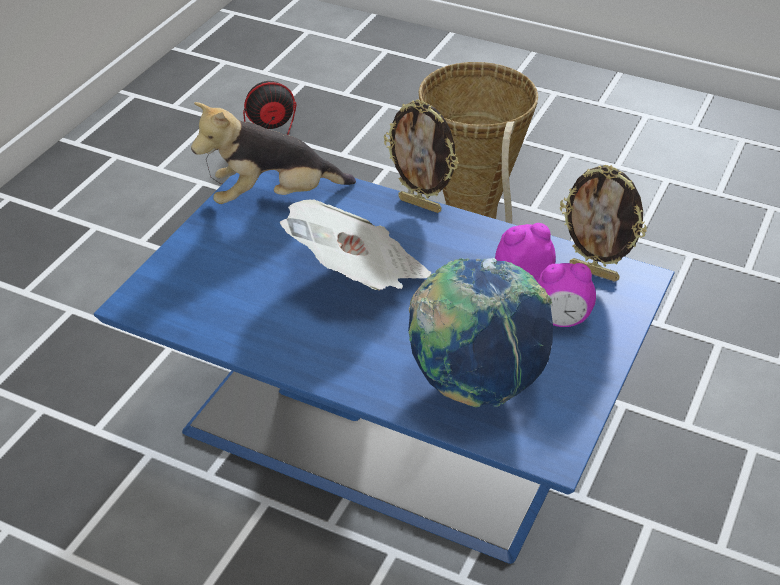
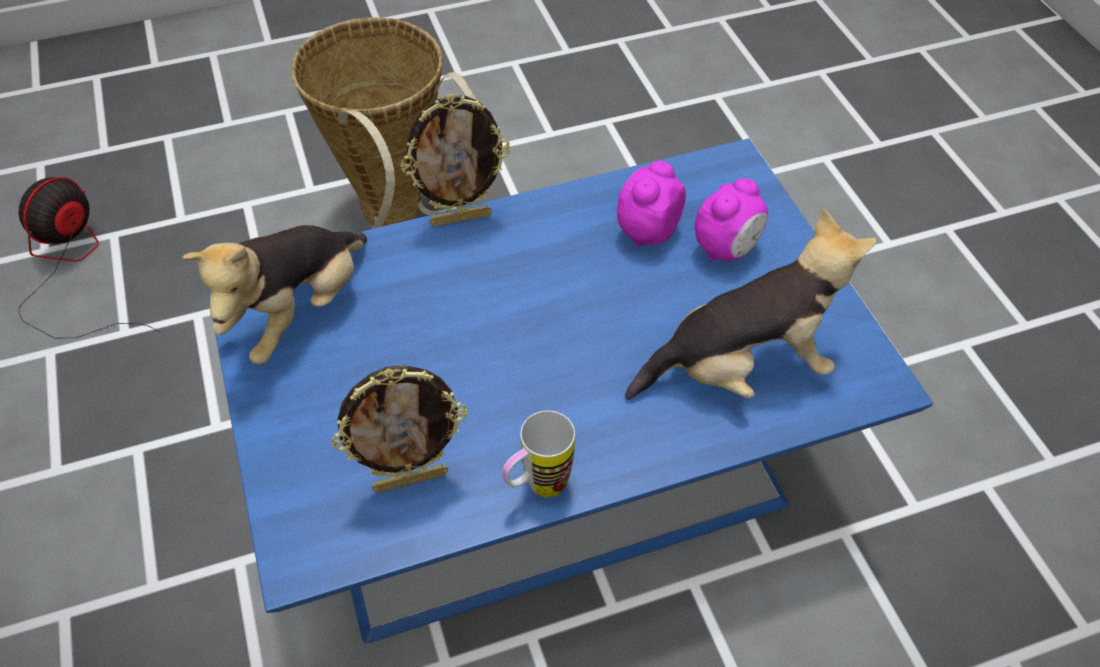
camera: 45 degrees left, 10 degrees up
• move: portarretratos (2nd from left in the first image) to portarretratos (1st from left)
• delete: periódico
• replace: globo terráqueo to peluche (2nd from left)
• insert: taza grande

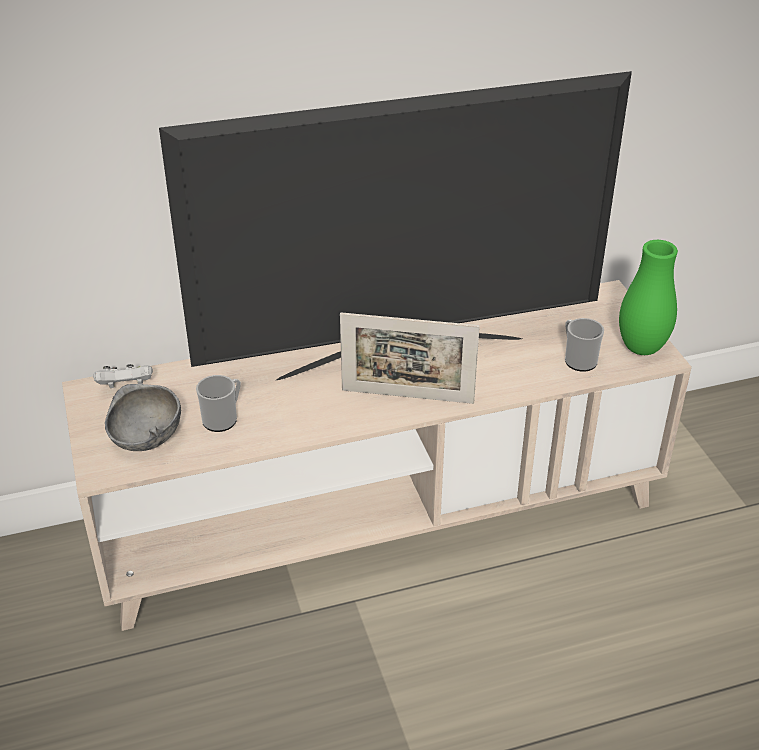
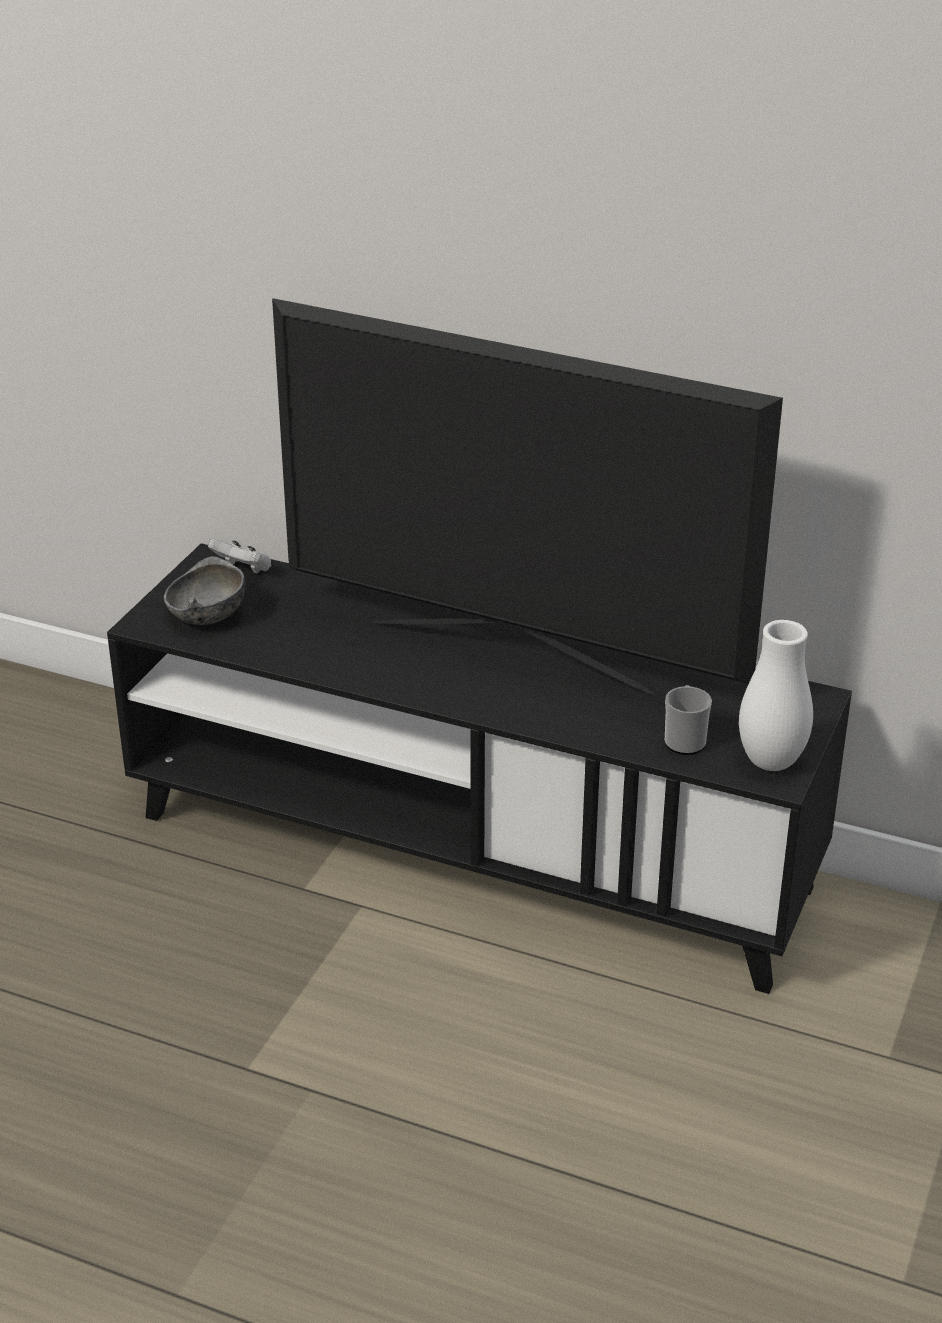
camera: 40 degrees right, 5 degrees down
• recolor: florero [verde] to florero [blanco]
• recolor: mueble de televisión [beis] to mueble de televisión [negro]
• delete: portarretratos
• delete: taza grande (1st from left)

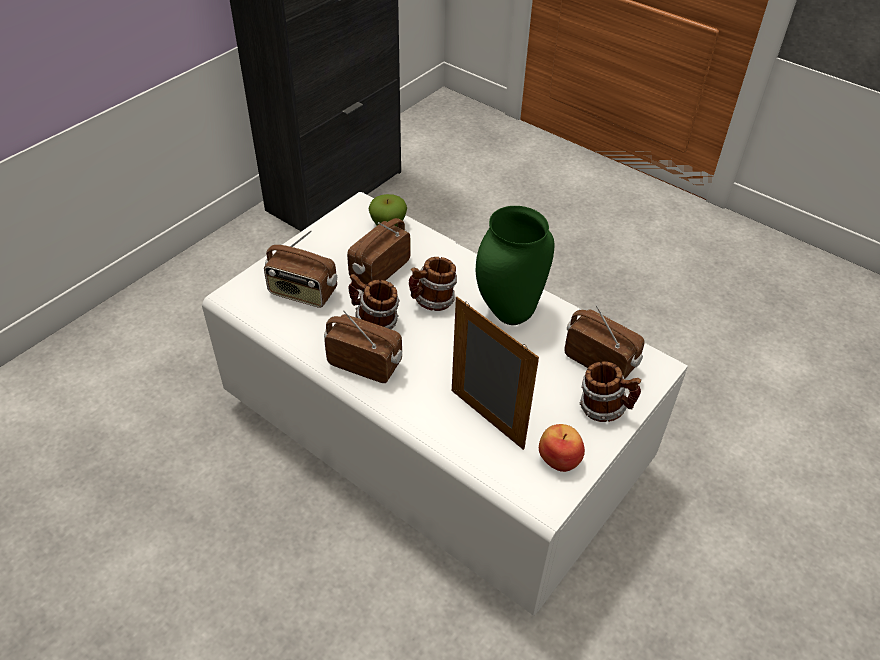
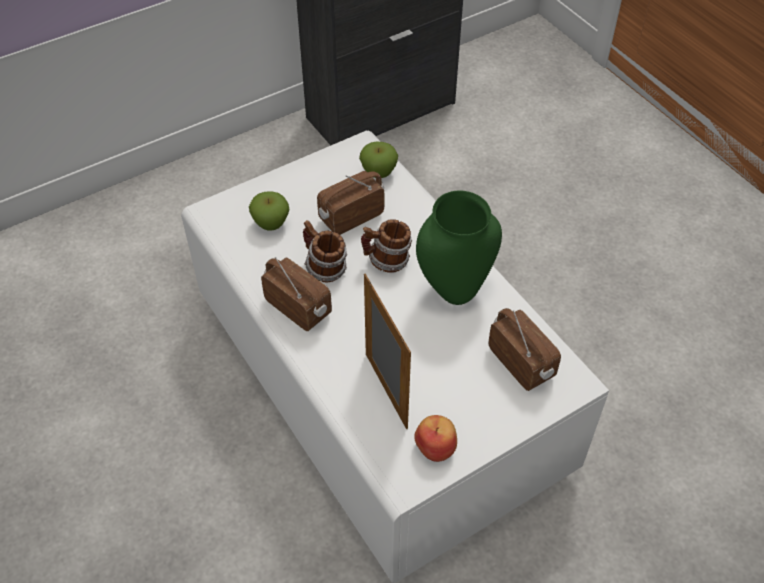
camera: 20 degrees right, 5 degrees up
• replace: radio (1st from left) to manzana (1st from left)
• delete: taza grande (3rd from left)

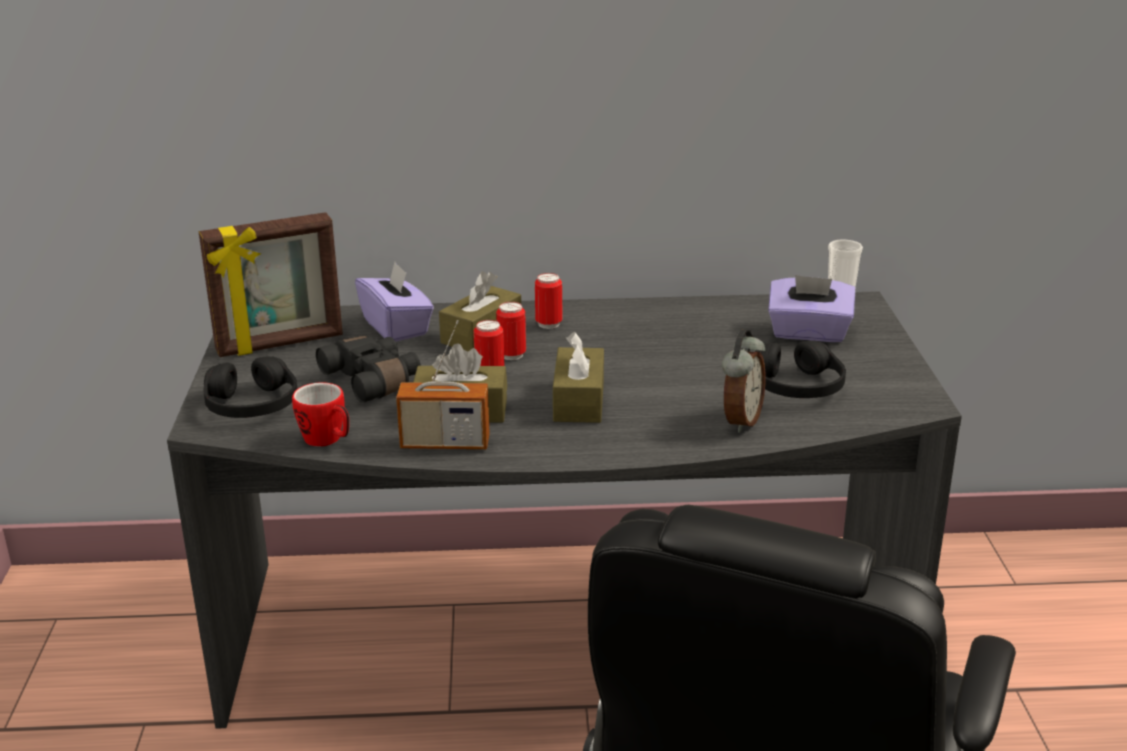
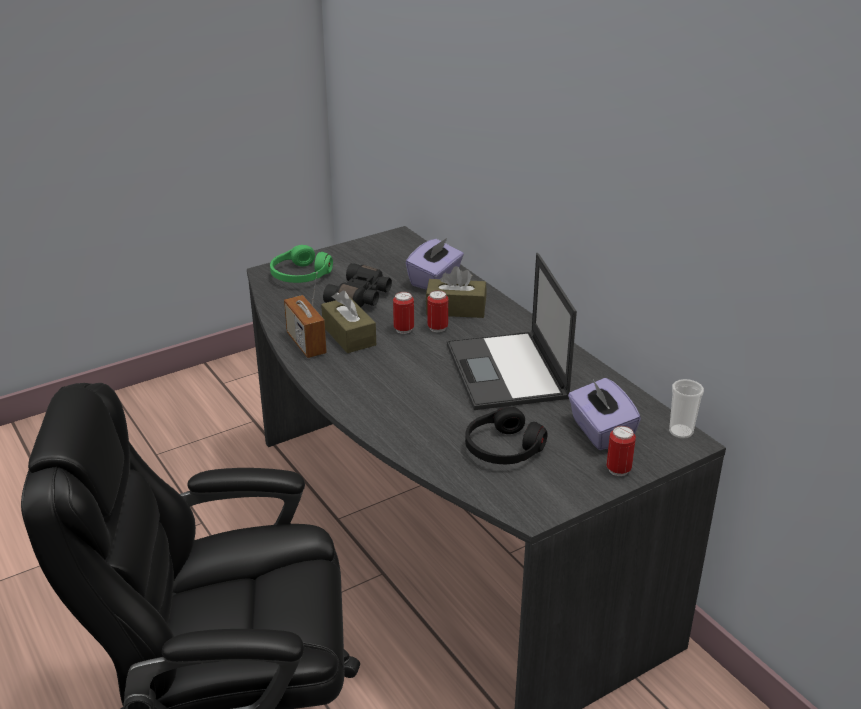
camera: 60 degrees right, 5 degrees up
• delete: portarretratos
• move: lata (3rd from left)
• delete: despertador
• delete: caja de pañuelos [marrón] (3rd from left)
• recolor: auriculares [negro] (1st from left) to auriculares [verde]
• delete: taza grande
• insert: portátil

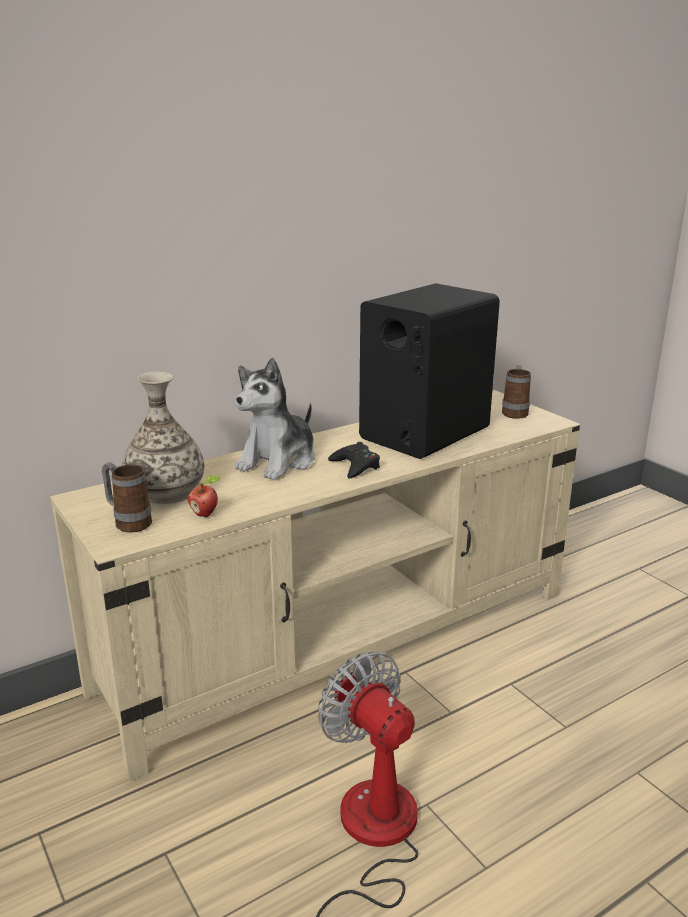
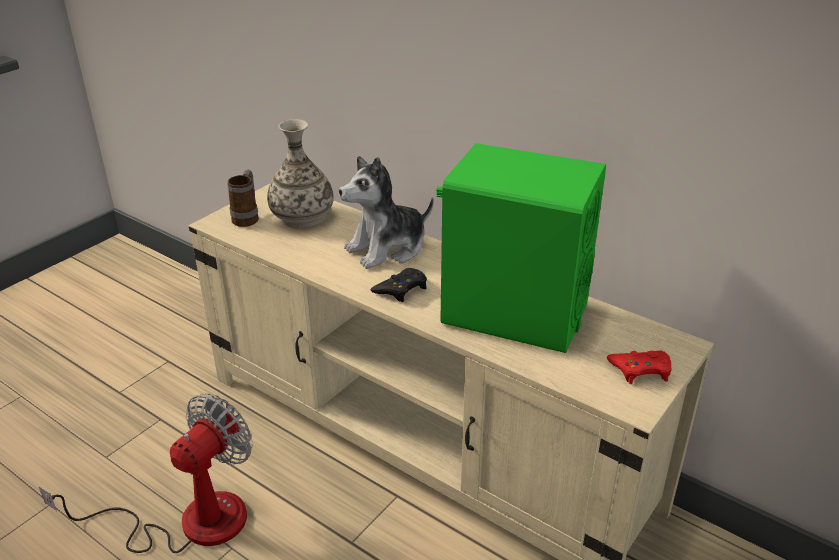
camera: 70 degrees right, 10 degrees up
• recolor: altavoz [negro] to altavoz [verde]
• rotate: peluche 45 degrees counterclockwise
• replace: taza grande (2nd from left) to mando de consola [rojo]
• delete: manzana

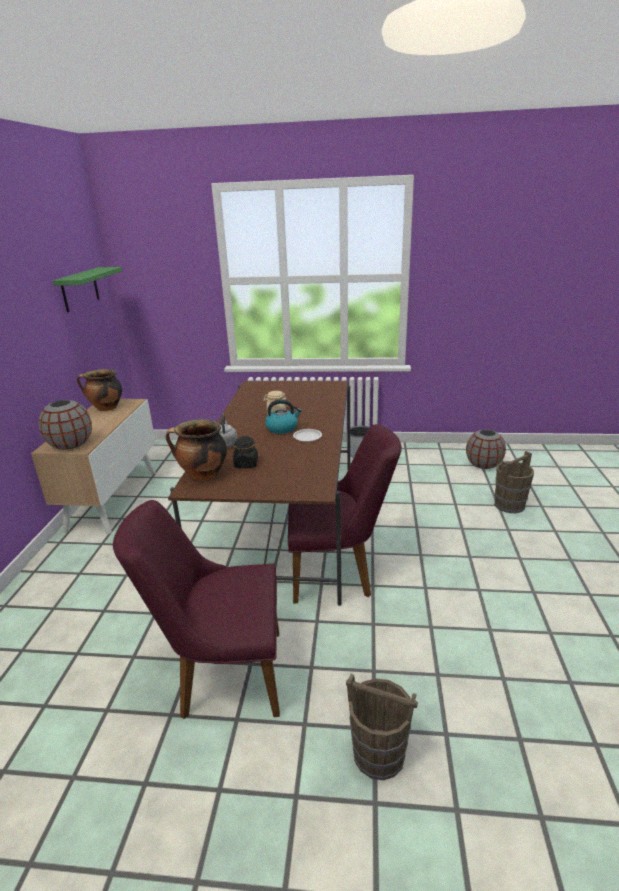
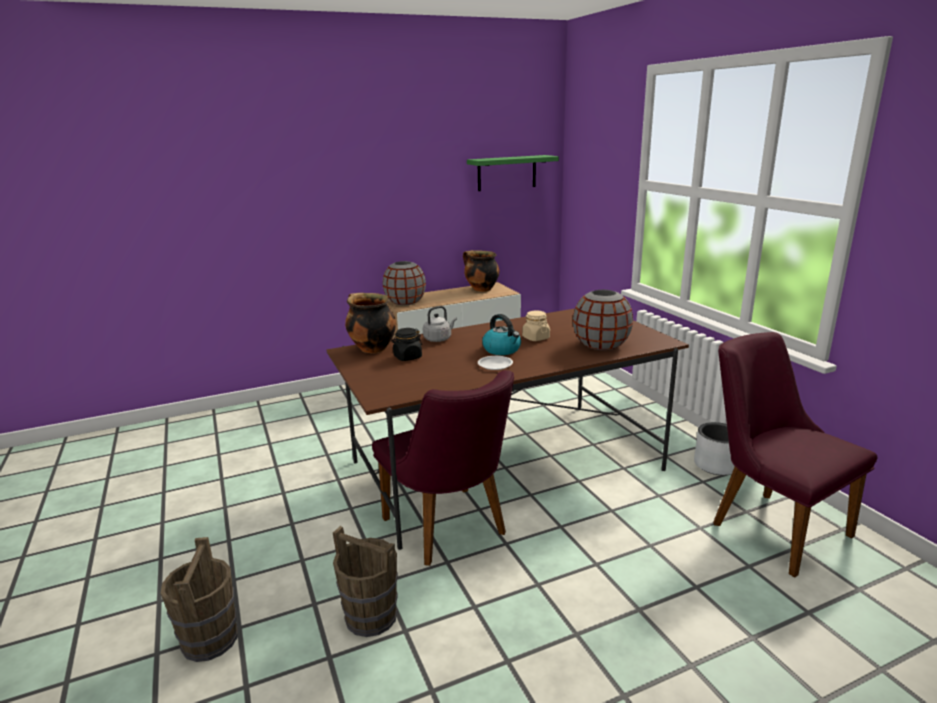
camera: 60 degrees right, 5 degrees down
• move: florero [gris] (2nd from left)
• move: cubo [marrón] (2nd from left)
• move: silla [morado] (1st from left in the first image) to silla [morado] (2nd from left)

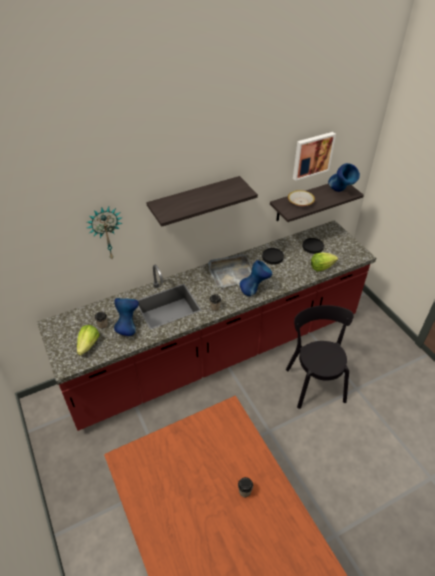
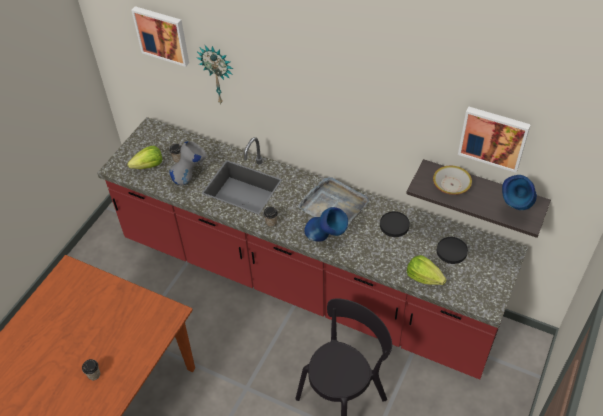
camera: 55 degrees right, 5 degrees up
• delete: estante (1st from left)
• recolor: florero [azul] (1st from left) to florero [gris]
• insert: cuadro (1st from left)

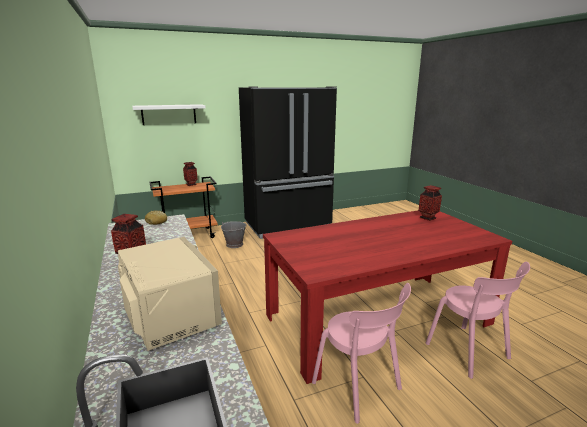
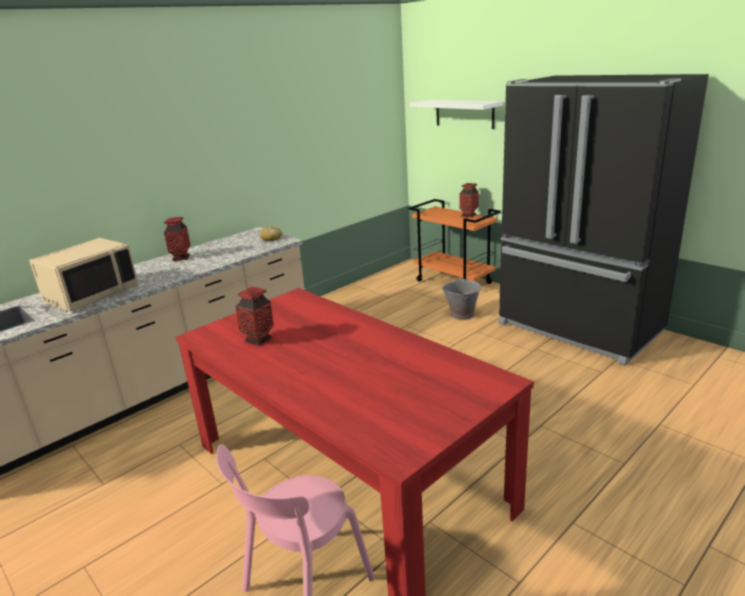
camera: 70 degrees right, 5 degrees up
• move: florero (3rd from left in the first image) to florero (2nd from left)
• delete: silla [rosa] (1st from left)

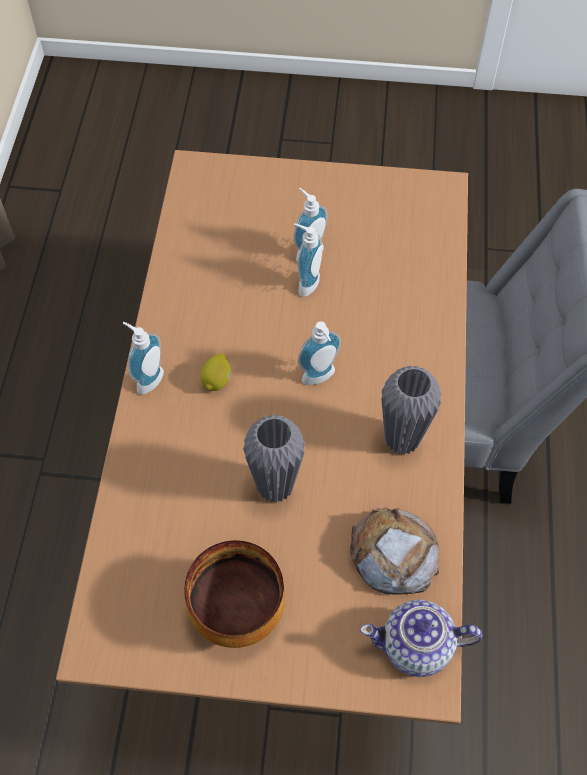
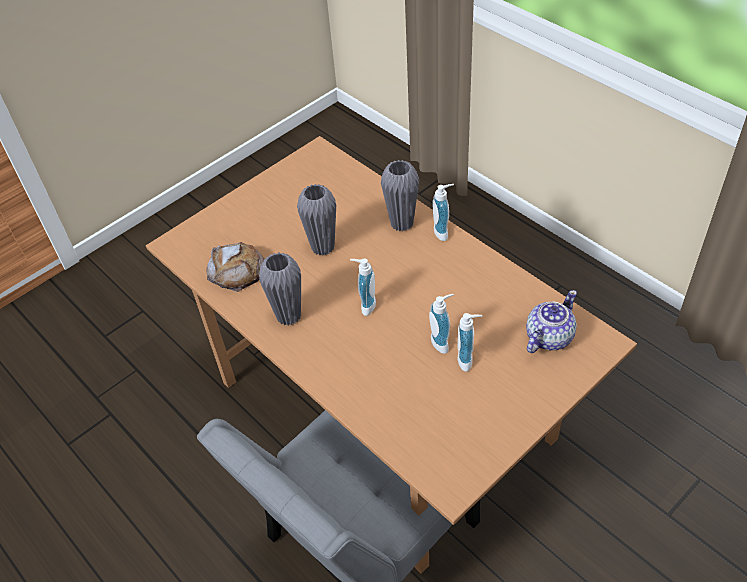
camera: 135 degrees right, 10 degrees down
• delete: limón
• delete: cuenco
• move: tetera
• insert: florero [gris] (3rd from left)

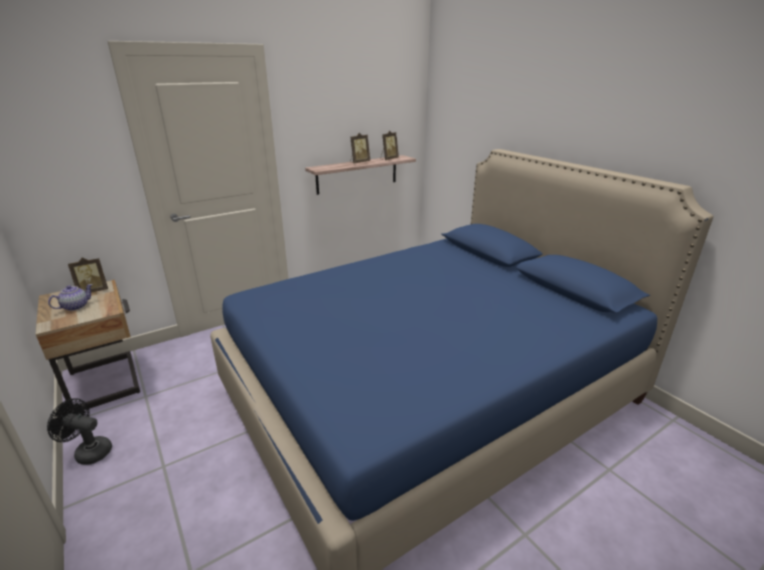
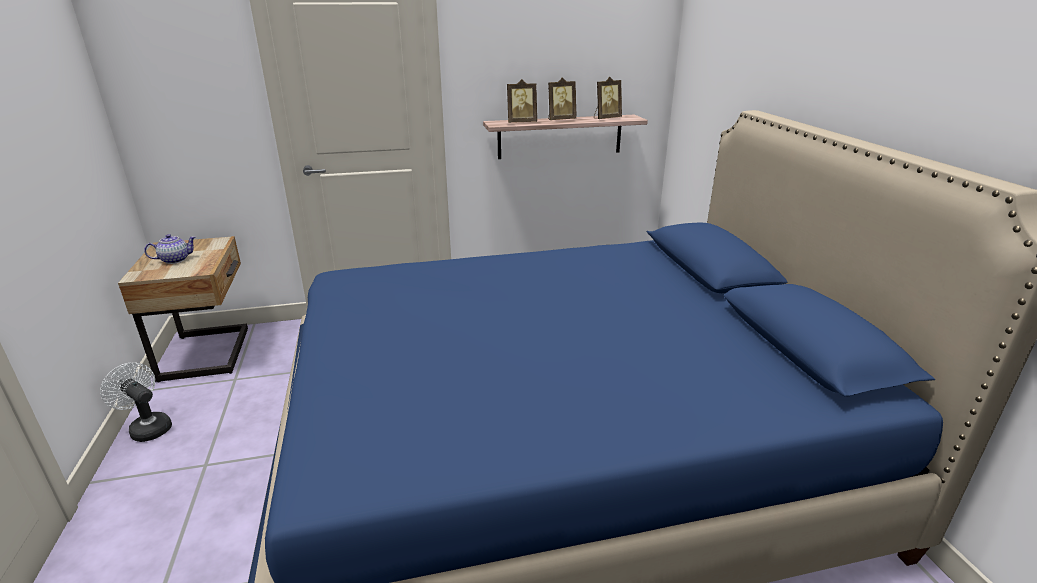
camera: 20 degrees right, 0 degrees up
• move: portarretratos (1st from left)
• recolor: ventilador [negro] to ventilador [blanco]

